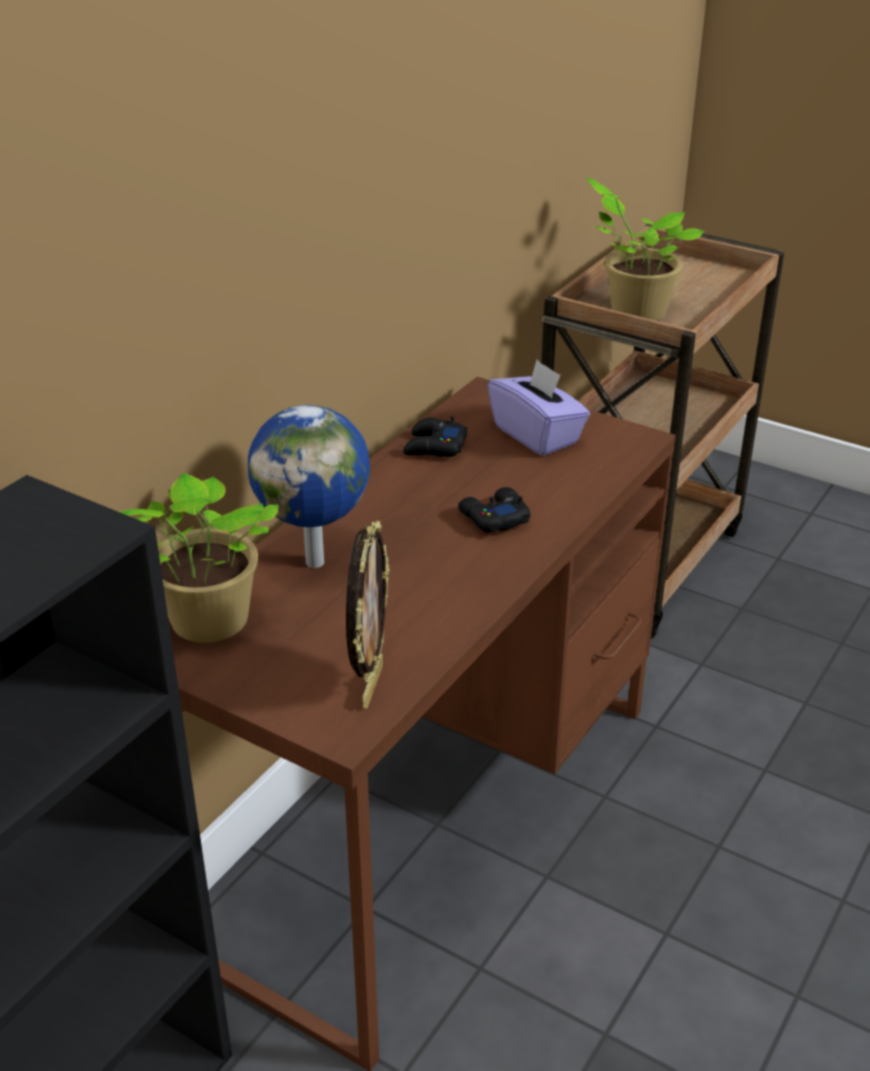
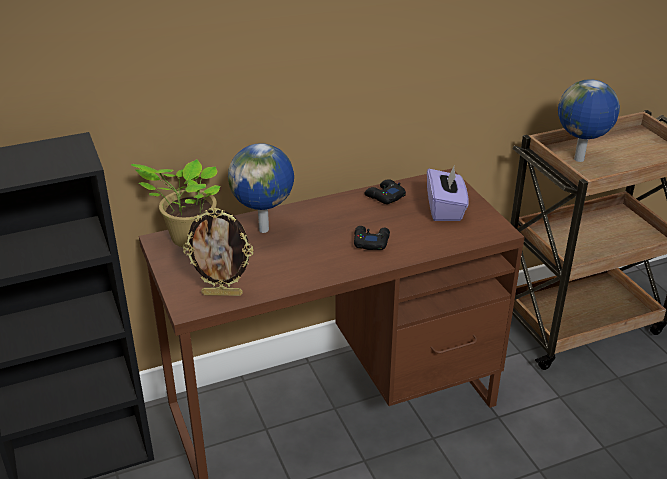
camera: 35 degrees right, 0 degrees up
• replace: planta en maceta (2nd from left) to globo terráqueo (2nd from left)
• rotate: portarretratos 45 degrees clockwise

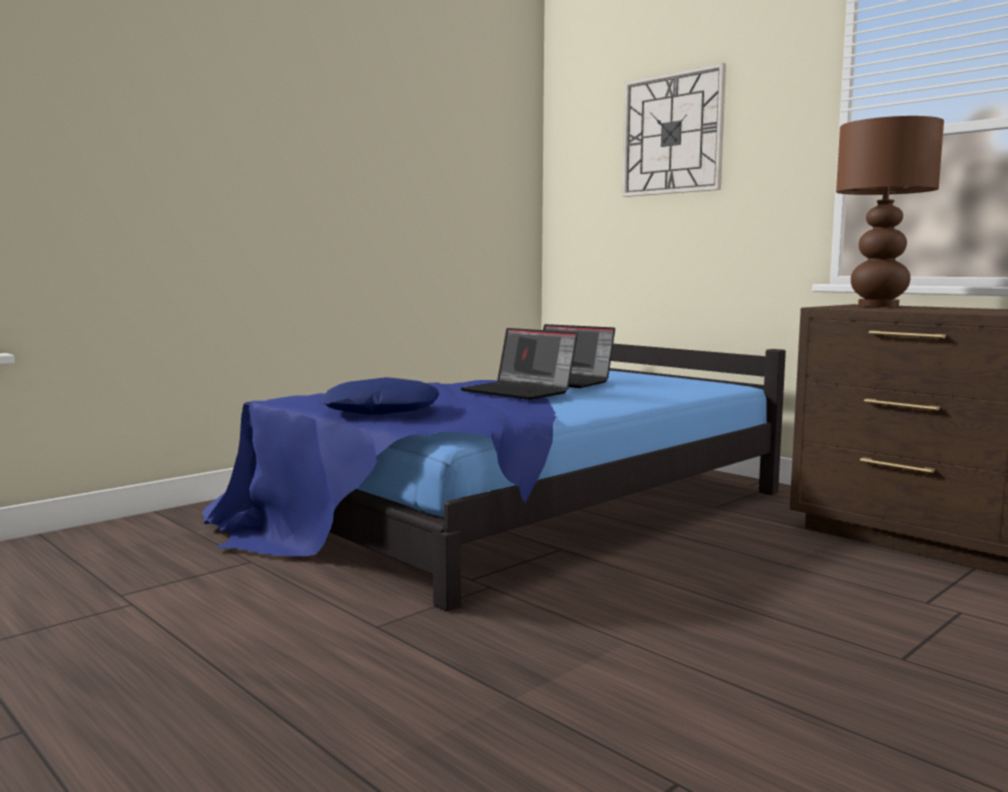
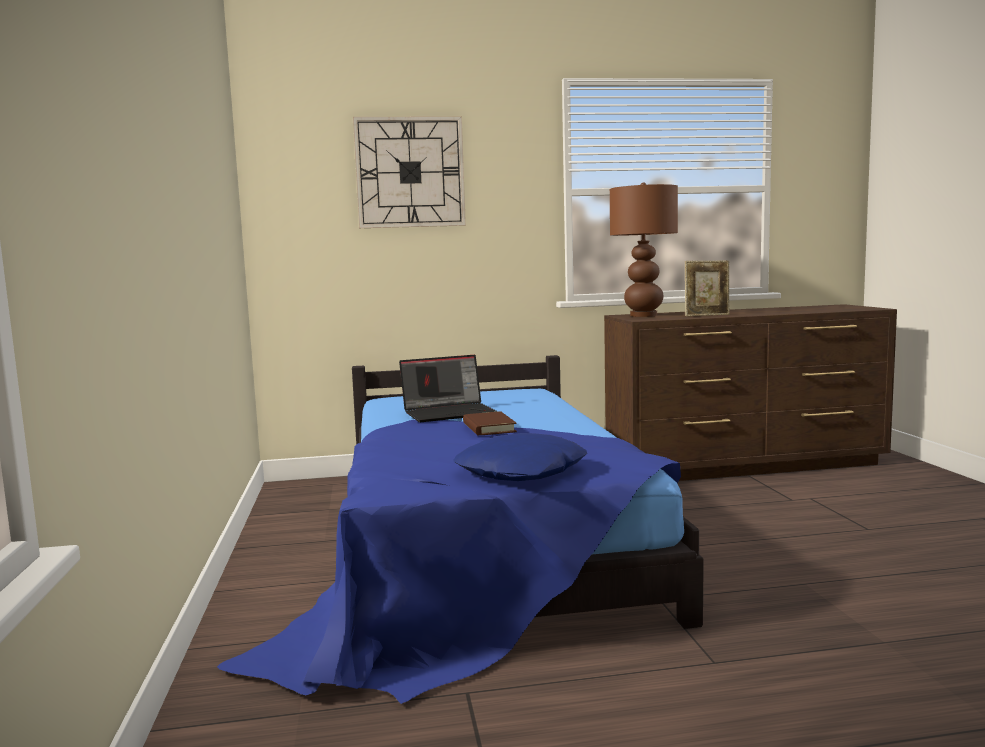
camera: 55 degrees left, 0 degrees up
• replace: portátil (1st from left) to libro [marrón]
• insert: portarretratos

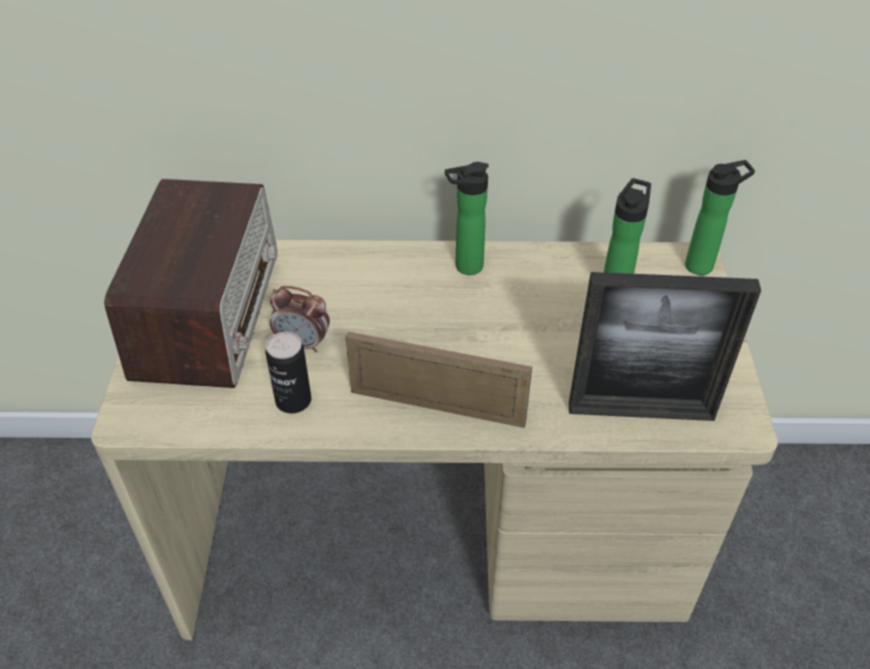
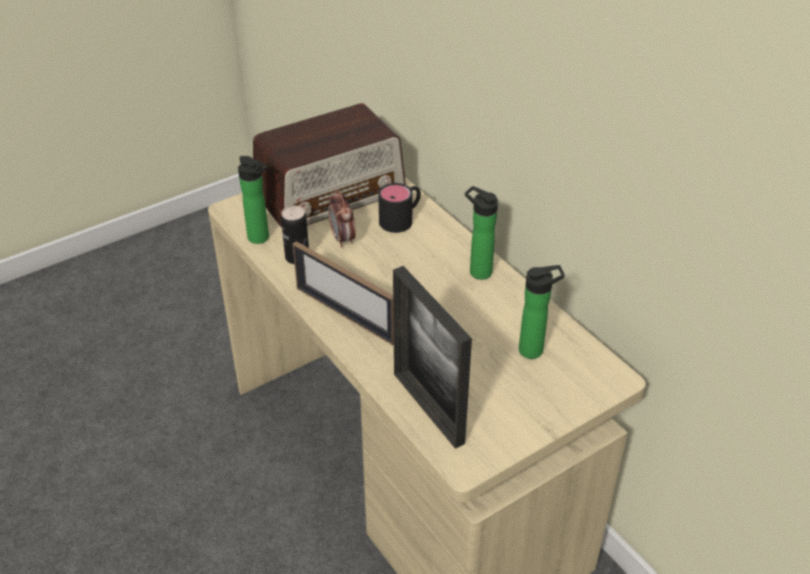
camera: 55 degrees right, 5 degrees down
• move: botella (3rd from left in the first image) to botella (1st from left)
• rotate: portarretratos (1st from left) 150 degrees clockwise
• insert: taza grande [negro]

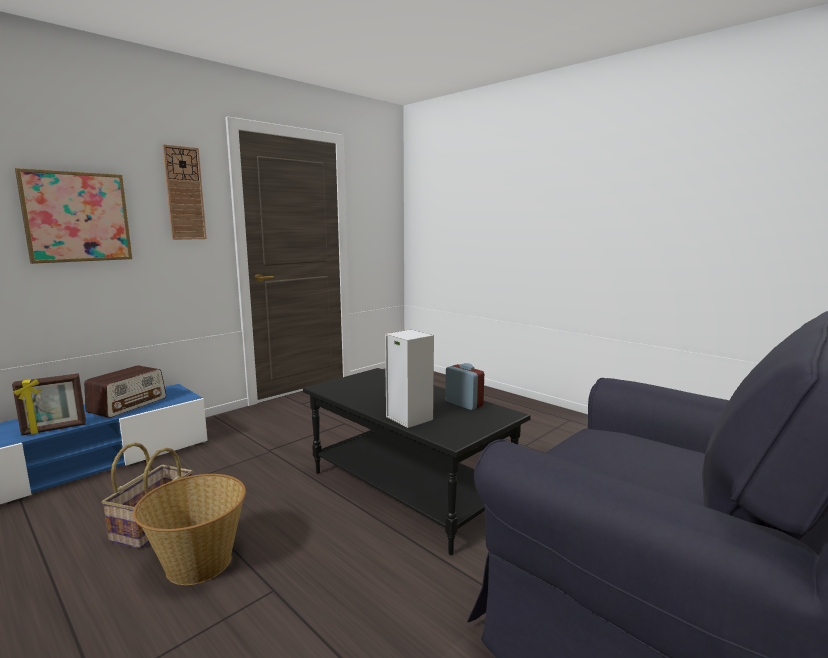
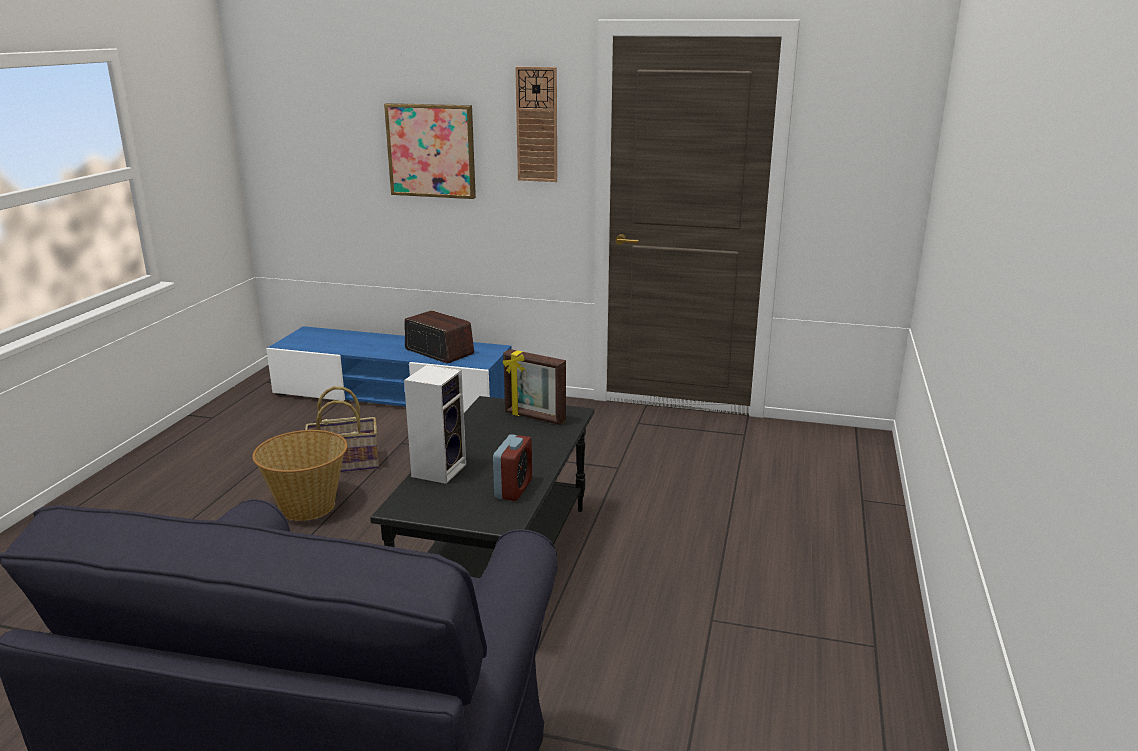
camera: 60 degrees right, 10 degrees up
• rotate: radio 135 degrees counterclockwise
• move: portarretratos

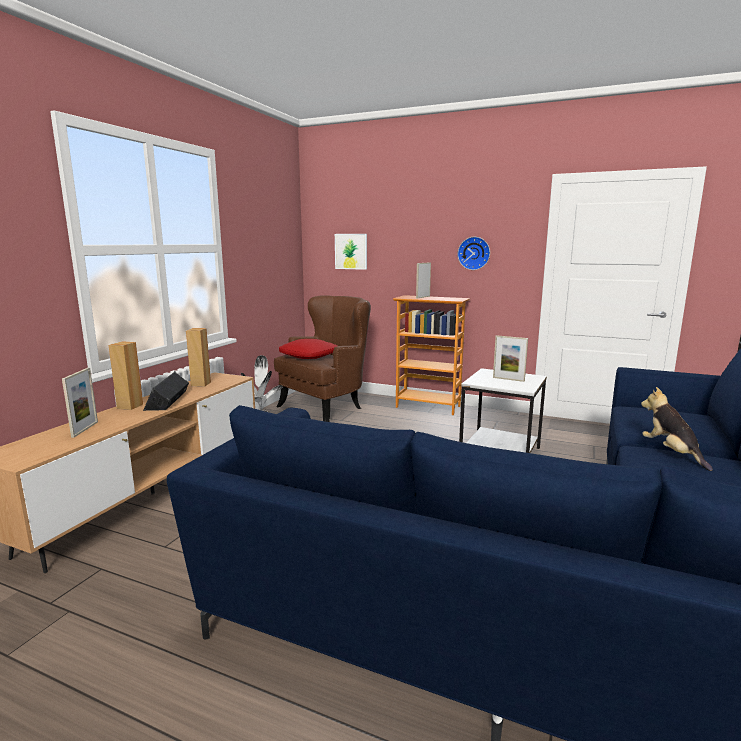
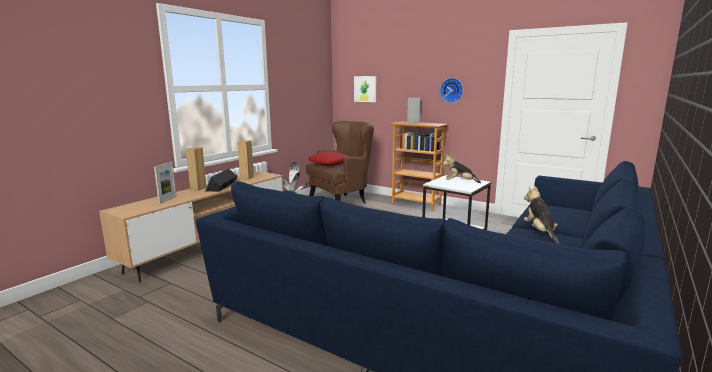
camera: 10 degrees right, 0 degrees up
• replace: portarretratos (3rd from left) to peluche (1st from left)

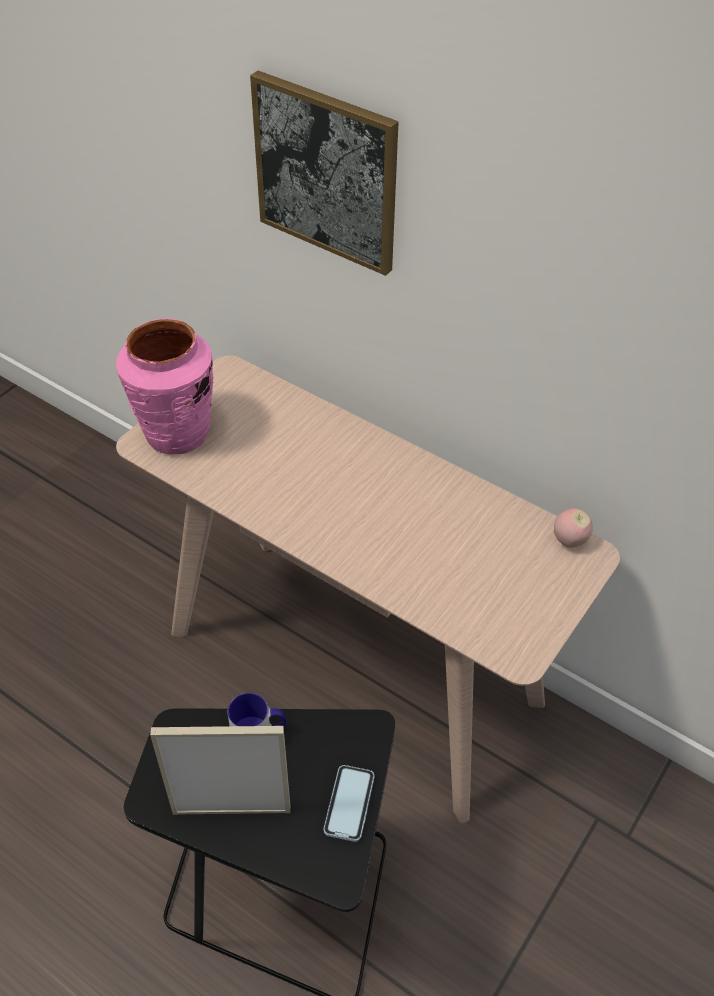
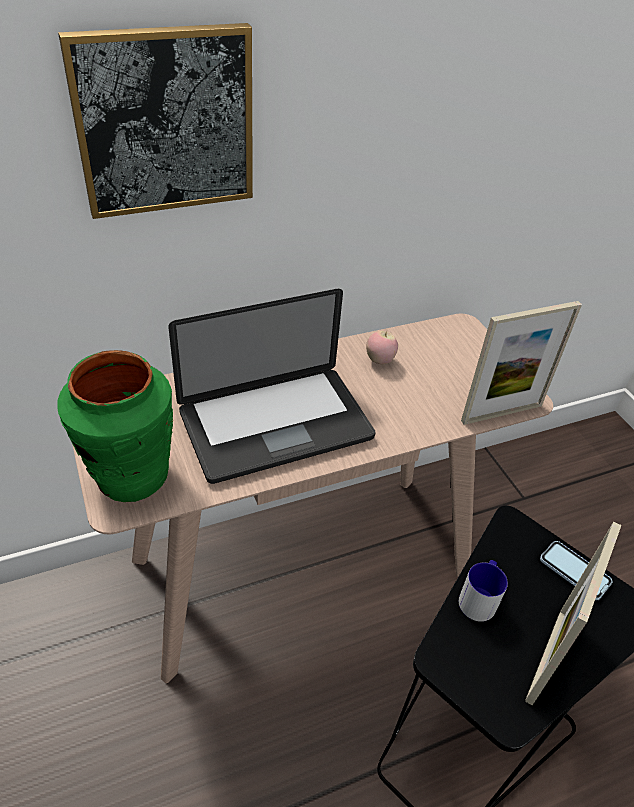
camera: 60 degrees left, 5 degrees down
• recolor: florero [rosa] to florero [verde]
• move: manzana
• insert: portátil
• insert: portarretratos (1st from left)

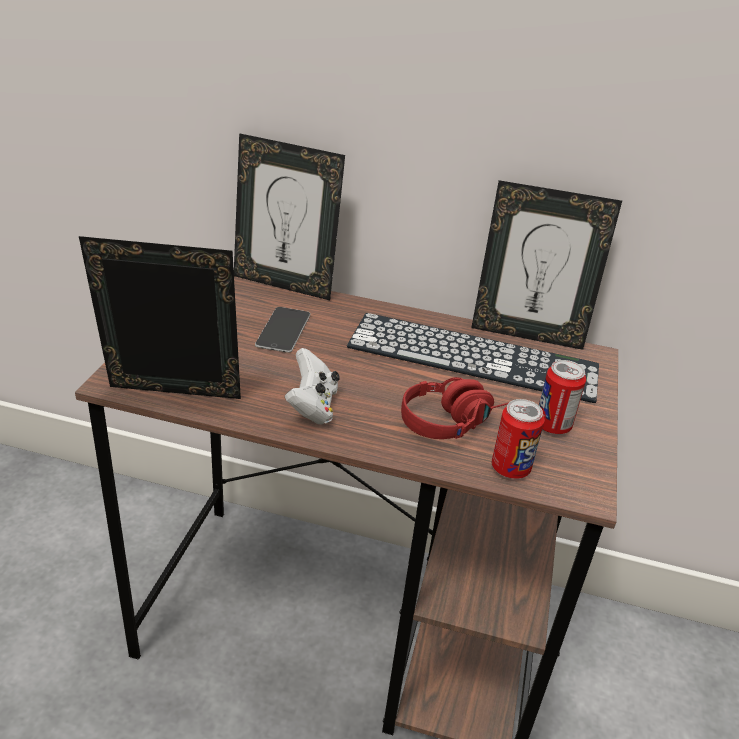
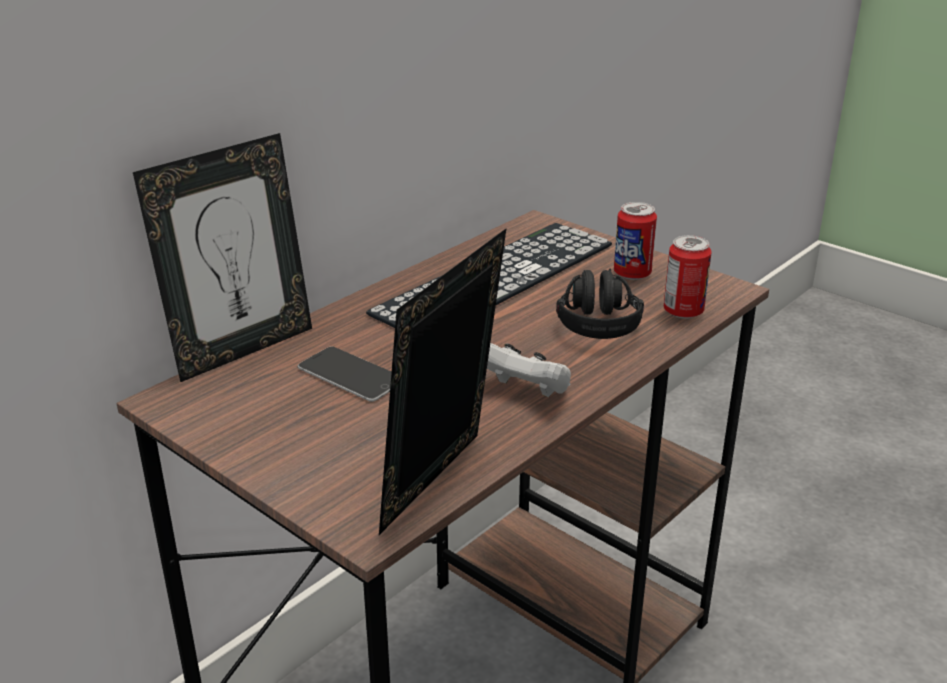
camera: 60 degrees left, 5 degrees down
• delete: portarretratos (3rd from left)
• recolor: auriculares [rojo] to auriculares [negro]

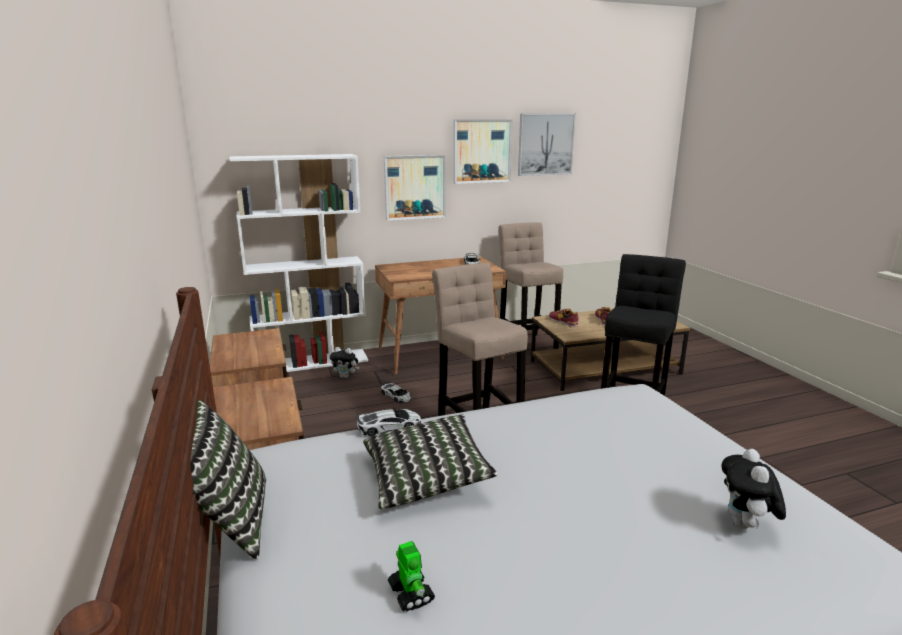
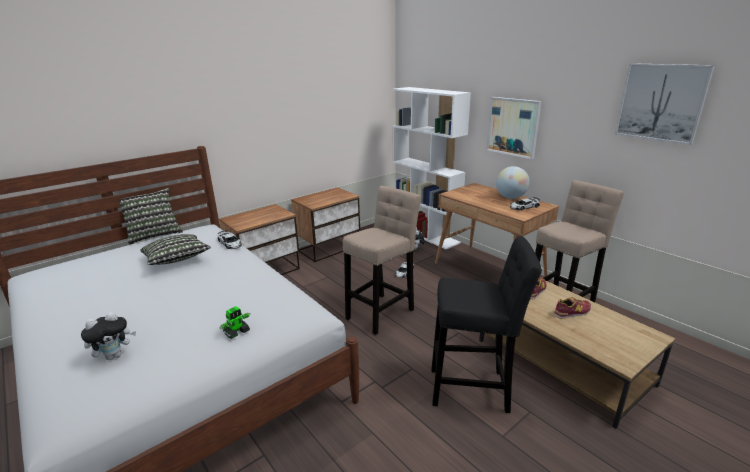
camera: 70 degrees right, 5 degrees up
• delete: cuadro (2nd from left)
• rotate: peluche (2nd from left in the first image) 150 degrees clockwise
• move: robot de juguete
• insert: globo terráqueo

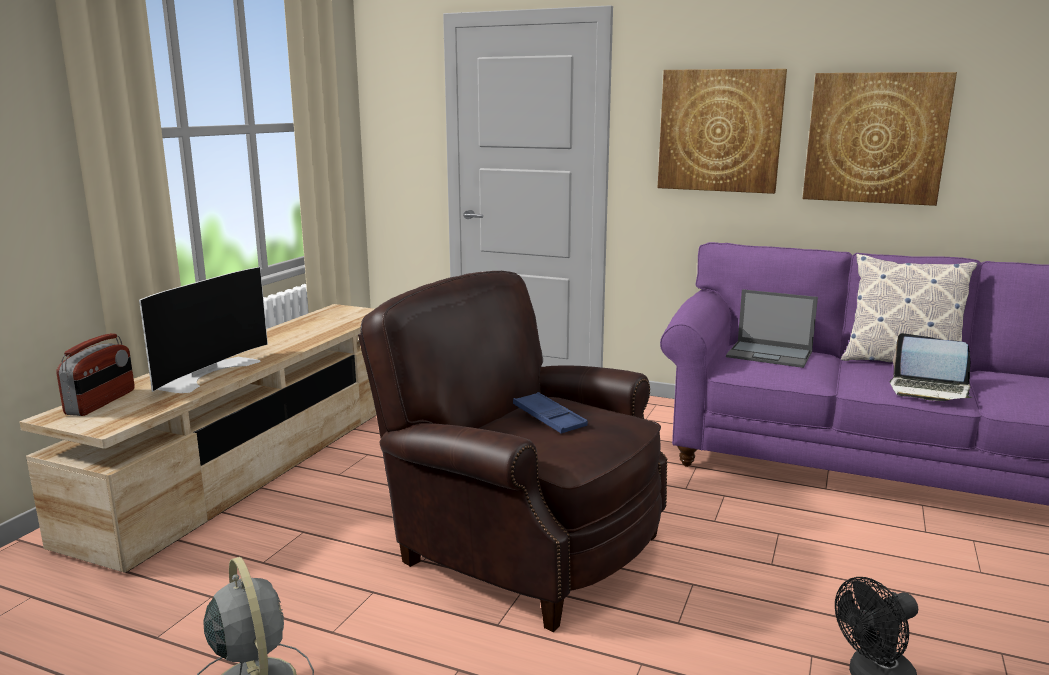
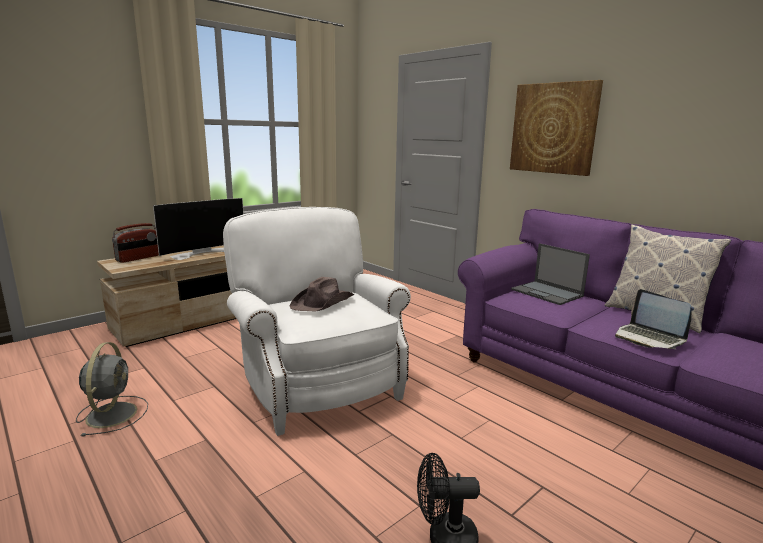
camera: 25 degrees right, 0 degrees up
• delete: cuadro (2nd from left)
• recolor: sillón [marrón] to sillón [blanco]
• replace: bandeja [azul] to sombrero [marrón]

